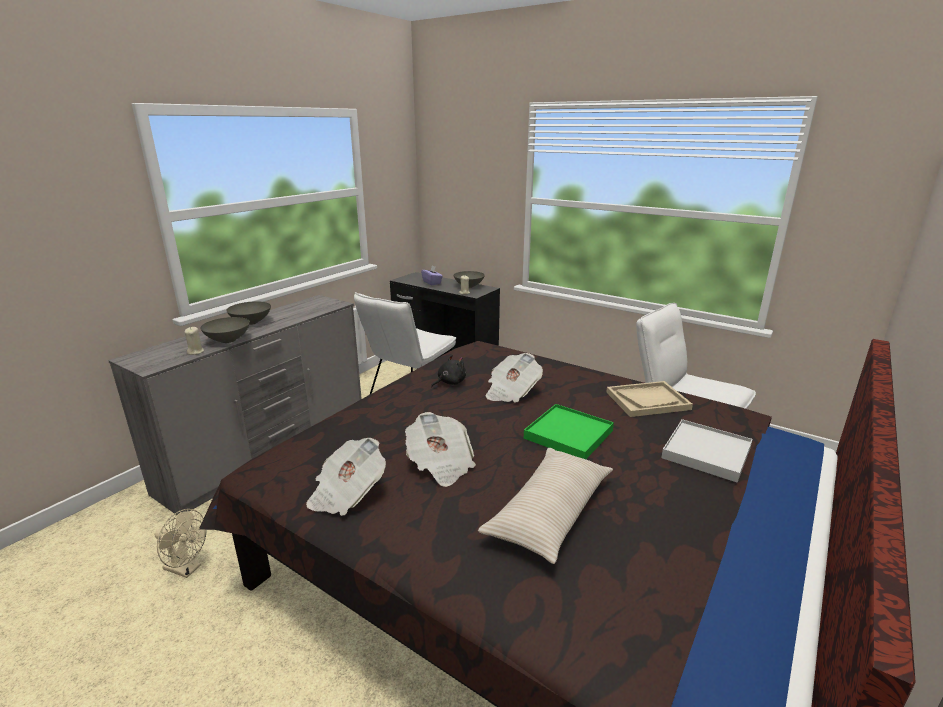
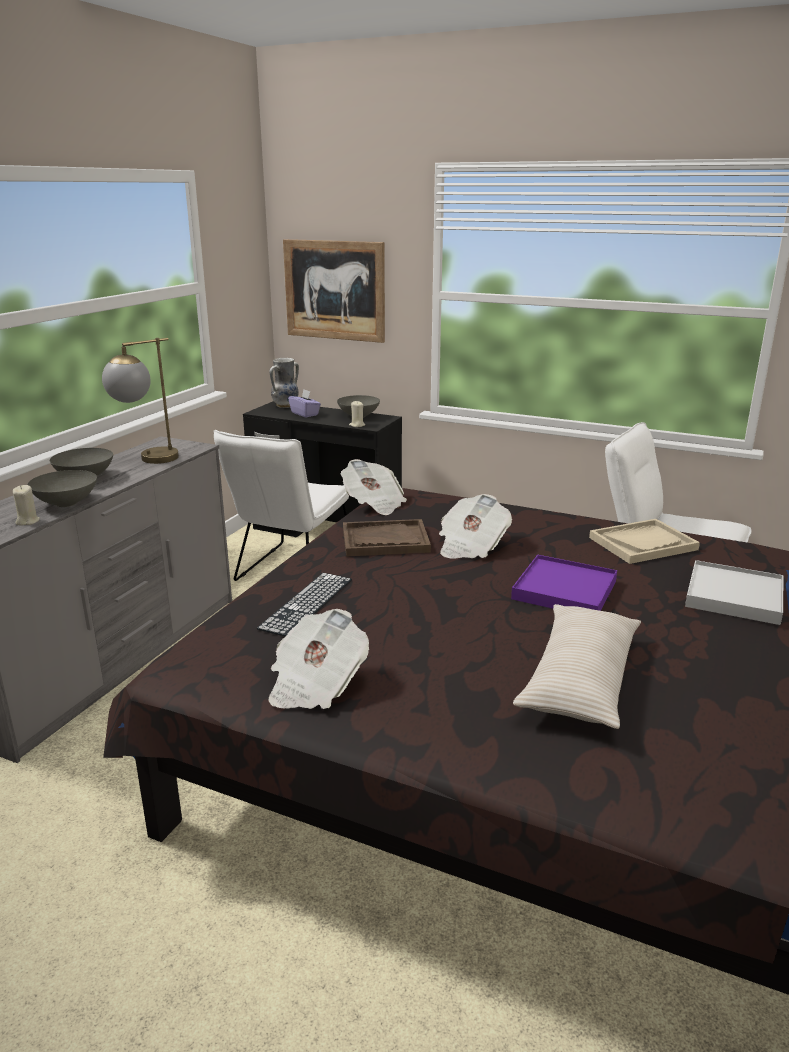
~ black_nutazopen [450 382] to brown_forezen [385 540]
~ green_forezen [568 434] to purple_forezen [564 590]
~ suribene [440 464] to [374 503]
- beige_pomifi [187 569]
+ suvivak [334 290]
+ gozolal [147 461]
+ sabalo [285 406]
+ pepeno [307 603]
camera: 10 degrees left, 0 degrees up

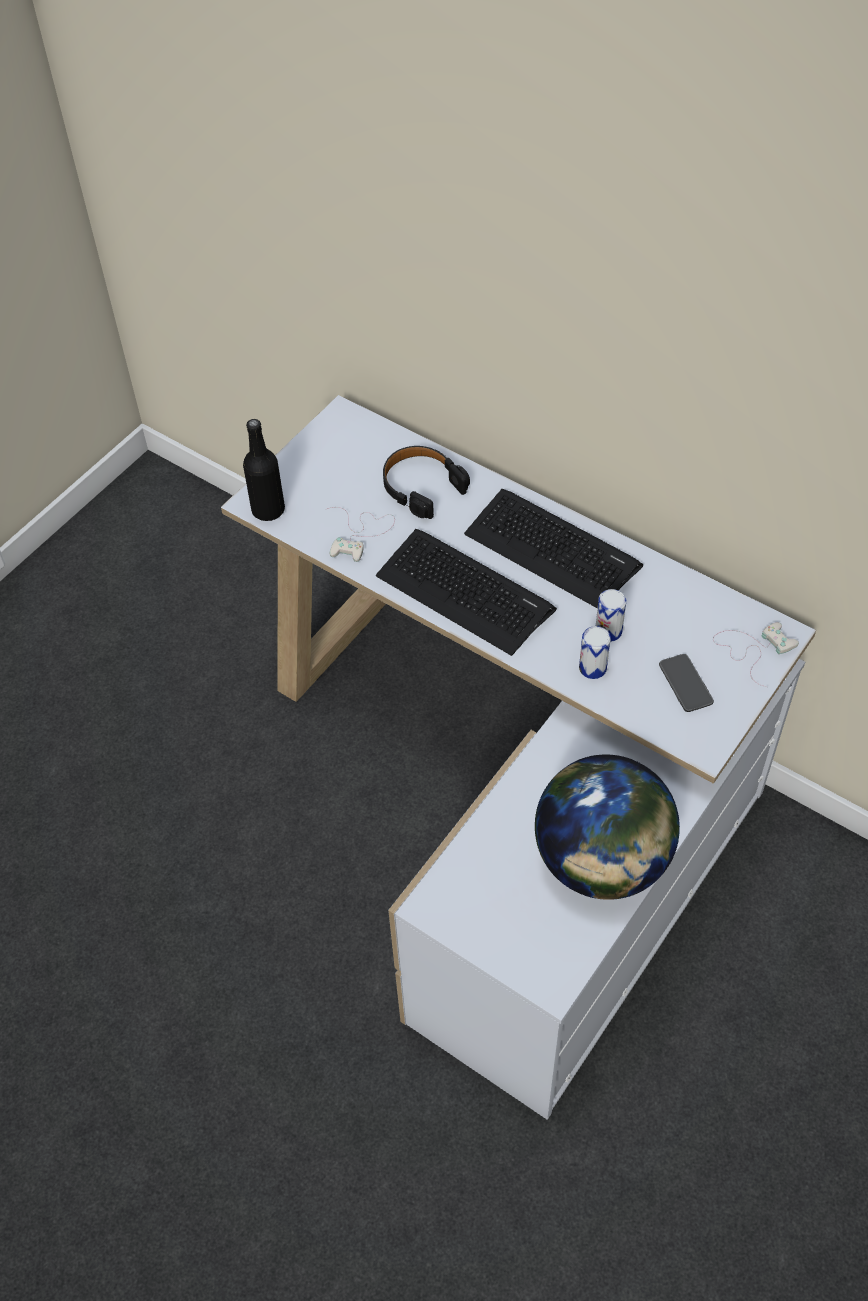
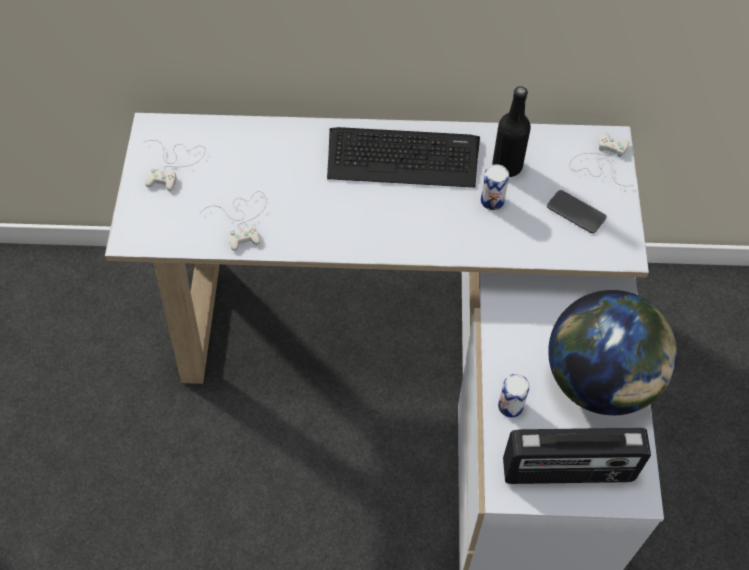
~ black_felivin [268 510] to [507 166]
- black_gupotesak [421 486]
- pepeno [464 592]
~ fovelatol [592 668] to [510 406]
+ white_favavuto [174 164]
+ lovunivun [568 472]
camera: 35 degrees left, 5 degrees up

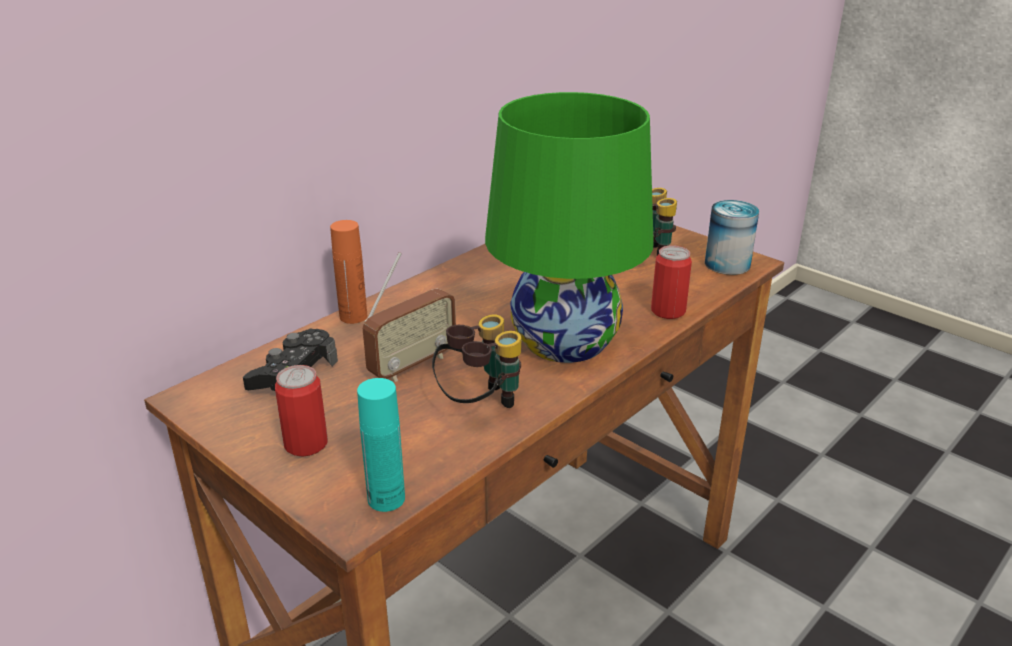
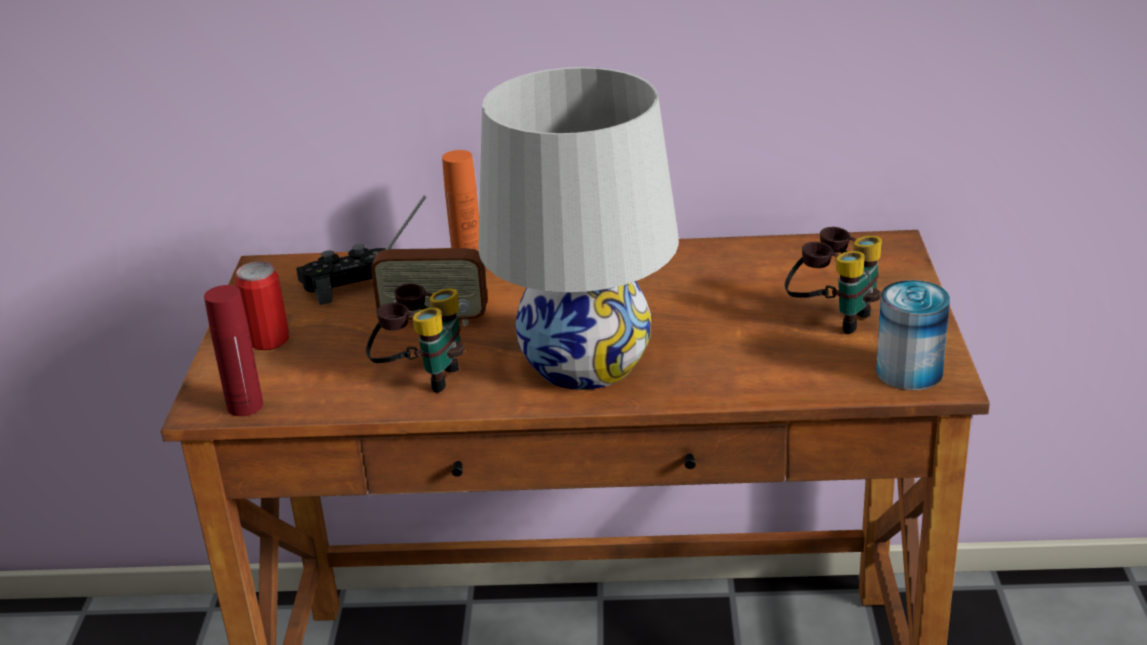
~ green_gozolal [565 341] to white_gozolal [586 363]
- fovelatol [668 311]
~ turquoise_felivin [386 499] to red_felivin [245 406]
camera: 50 degrees right, 0 degrees up

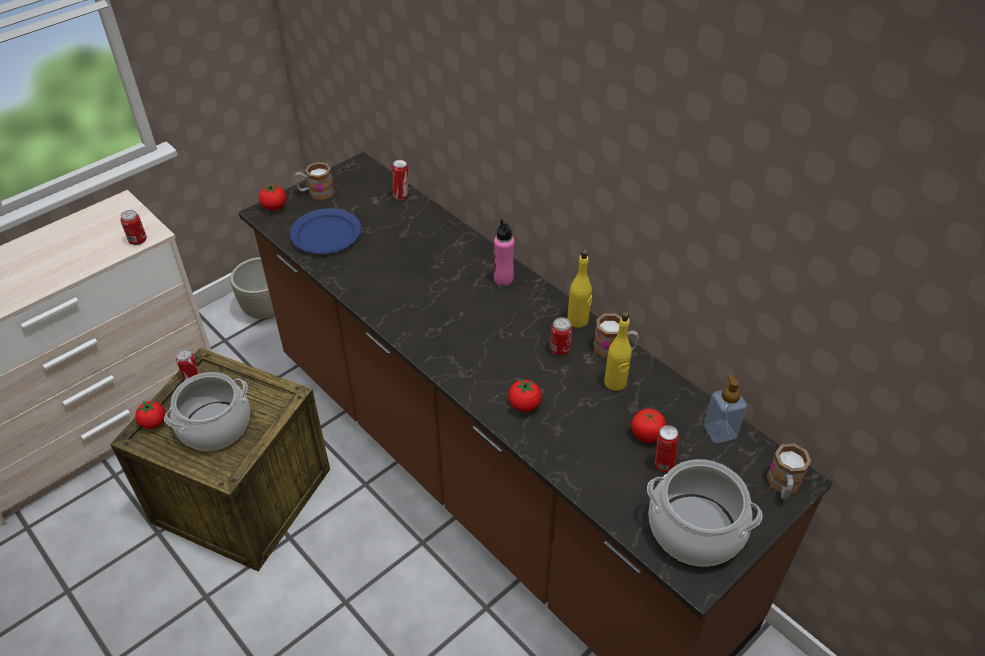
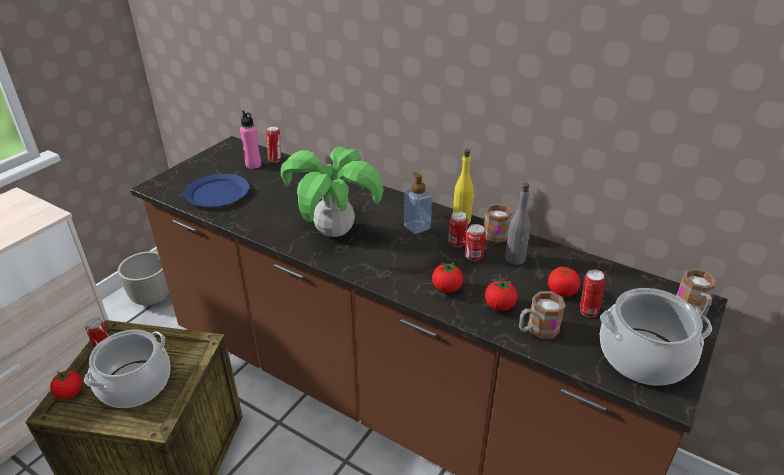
~ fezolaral [316 193] to [537 330]
~ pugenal [274 207] to [499 306]
~ fovelatol [138 240] to [473 256]
~ pink_felivin [503 279] to [253 165]
~ yellow_felivin [615 383] to grey_felivin [515 259]
~ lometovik [720 432] to [417 227]
+ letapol [335 232]
camera: 15 degrees left, 10 degrees down

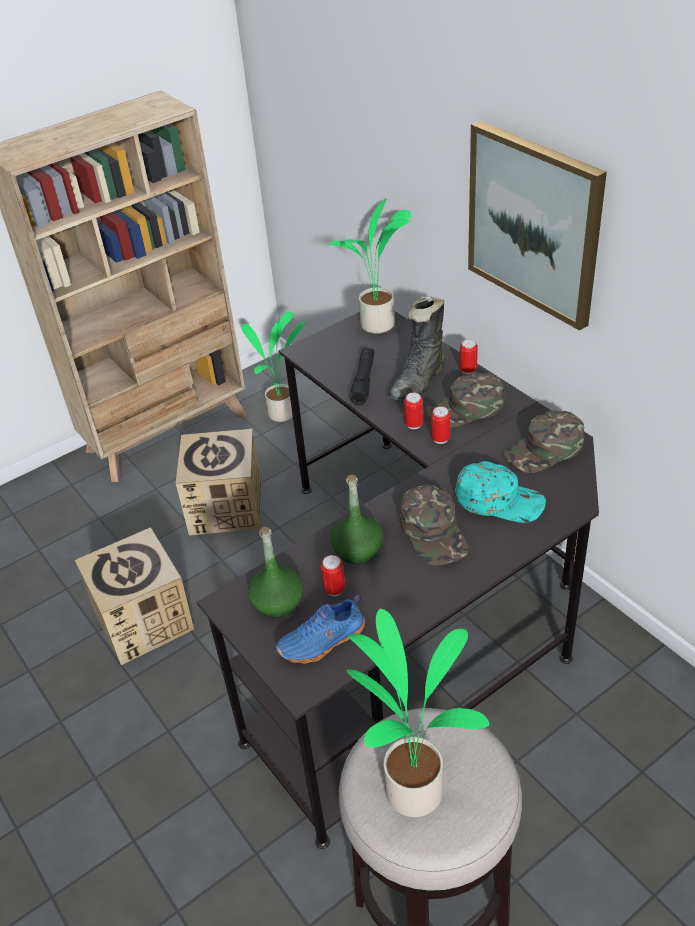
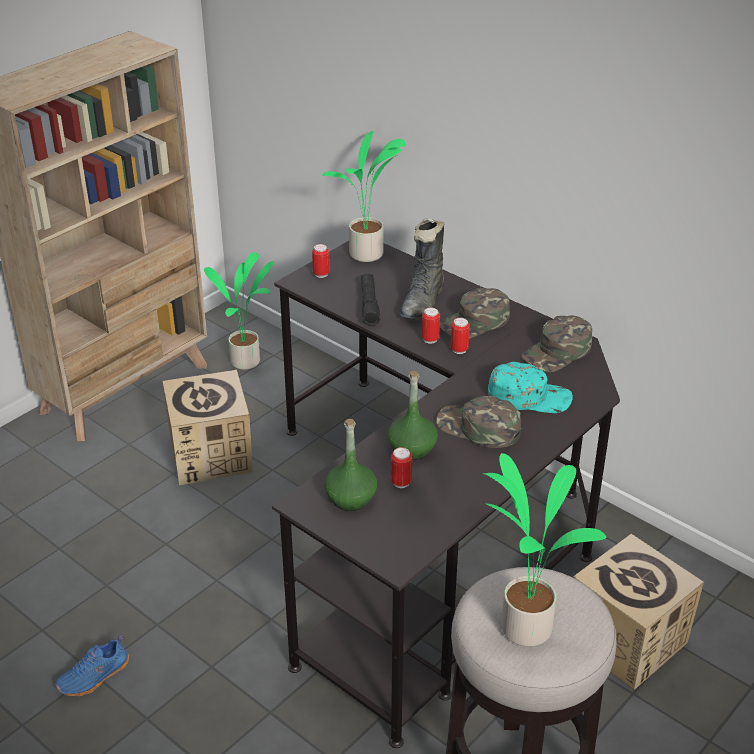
- suvivak [534 223]
~ fovelatol [468 370] to [321 274]
~ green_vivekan [434 532] = [478 428] 150 degrees clockwise
~ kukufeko [144 620] to [627 640]
~ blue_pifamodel [323 642] to [94 677]
camera: 15 degrees left, 5 degrees down

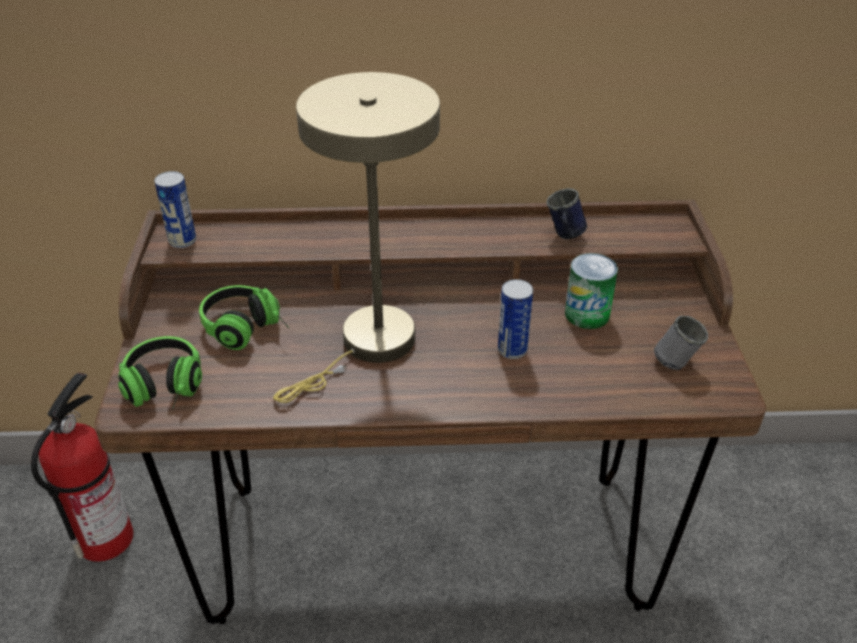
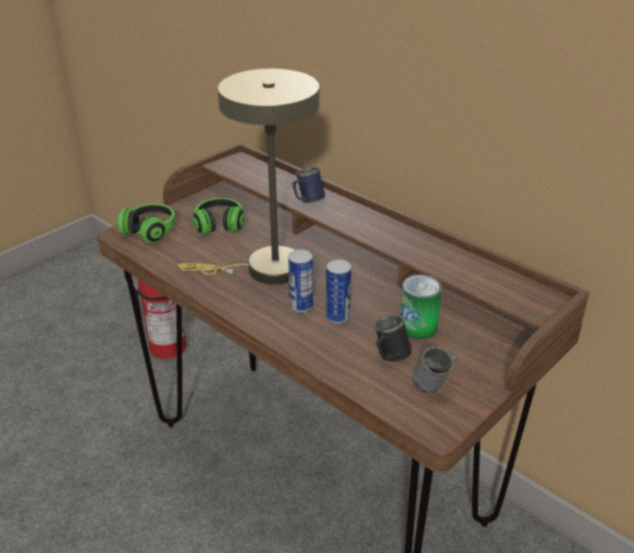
~ fovelatol [182 241] to [301 307]
~ blue_fezolaral [564 236] to [307 201]
+ black_fezolaral [389 357]
camera: 45 degrees right, 5 degrees down

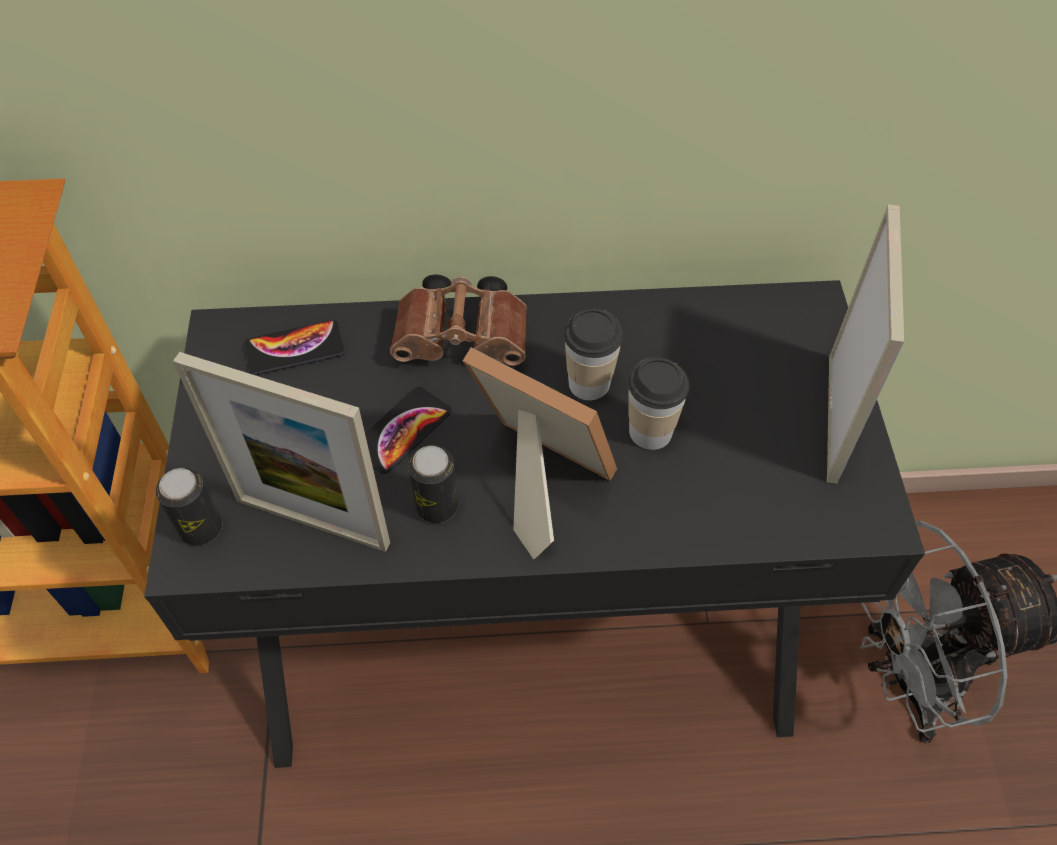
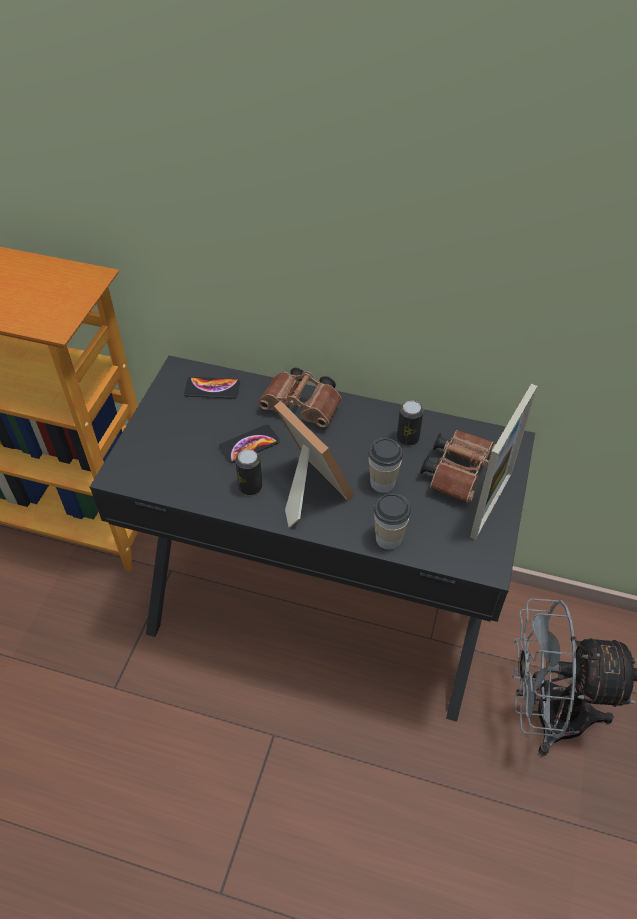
~ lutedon [589 383] to [389 538]
- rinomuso [312 521]
~ fovelatol [201 528] to [408 438]
+ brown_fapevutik [458 471]
camera: 20 degrees right, 5 degrees down

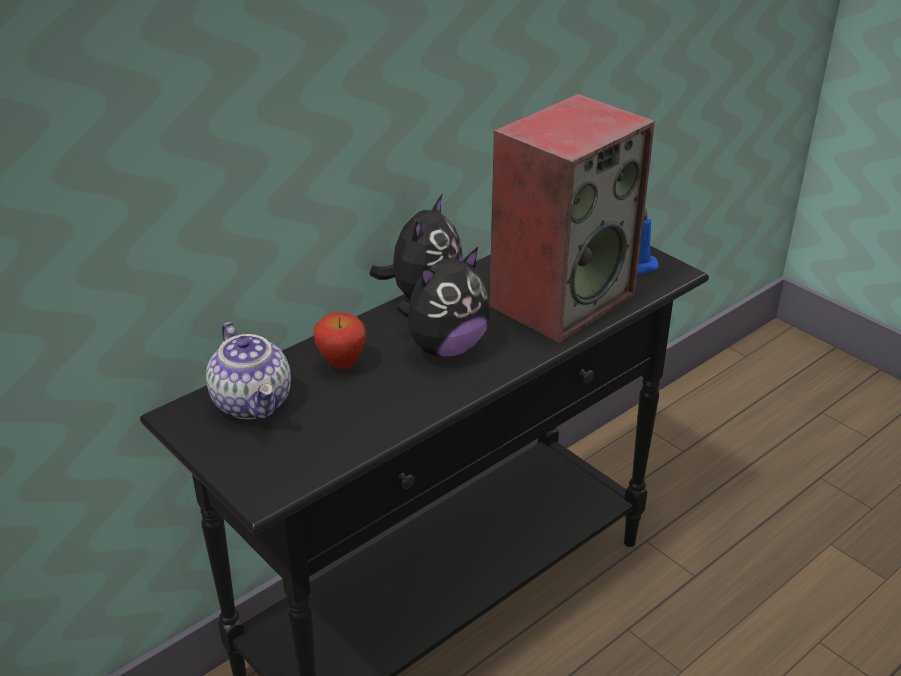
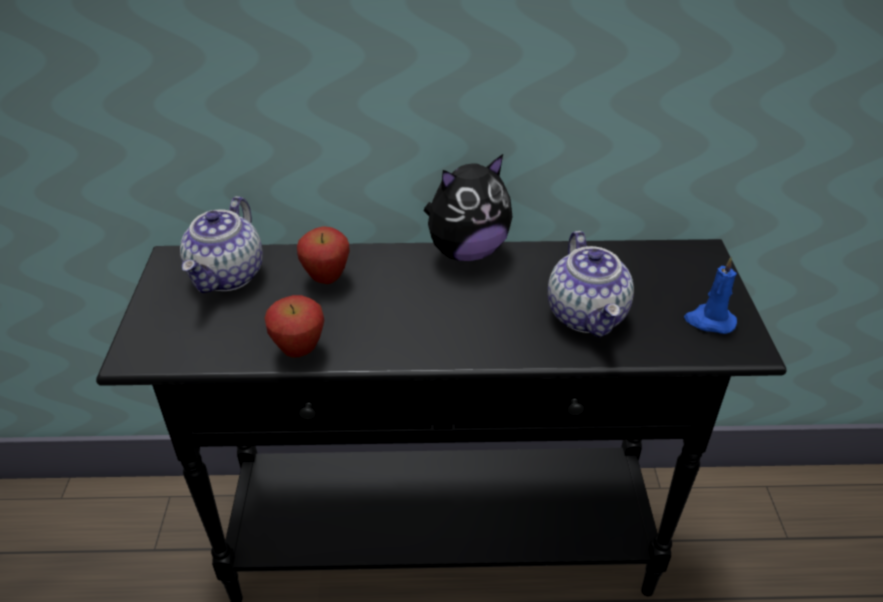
~ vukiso [562 299] to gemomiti [587 315]
- nutazopen [445 347]
+ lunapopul [299 351]
camera: 40 degrees right, 5 degrees up

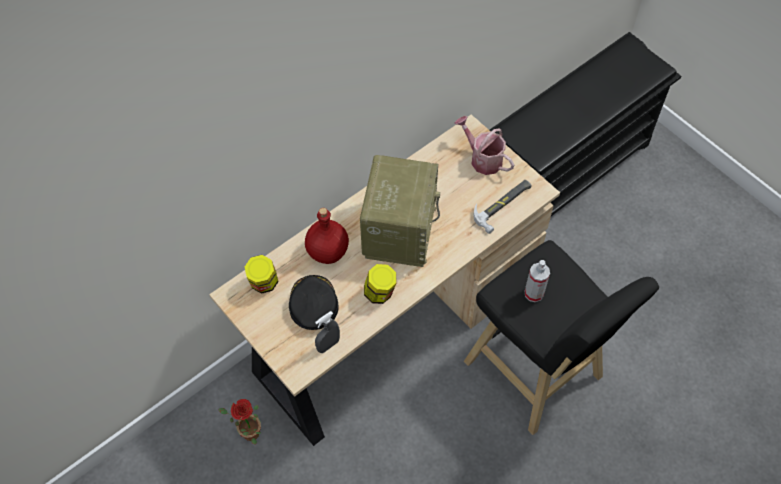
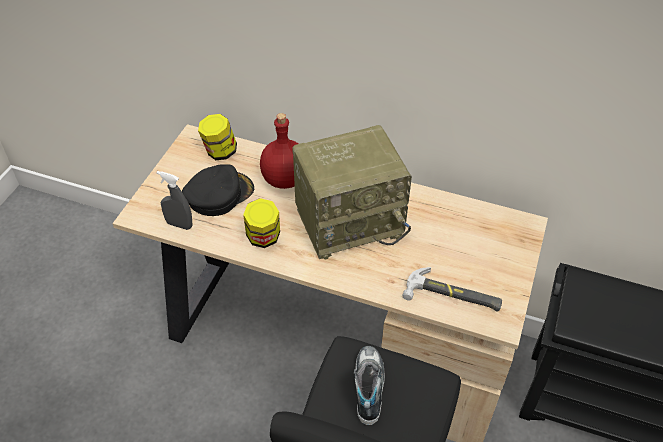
- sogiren [482 158]
~ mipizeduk [534 293] to pifamodel [368 387]
- letapol [247 433]
camera: 60 degrees right, 10 degrees down

